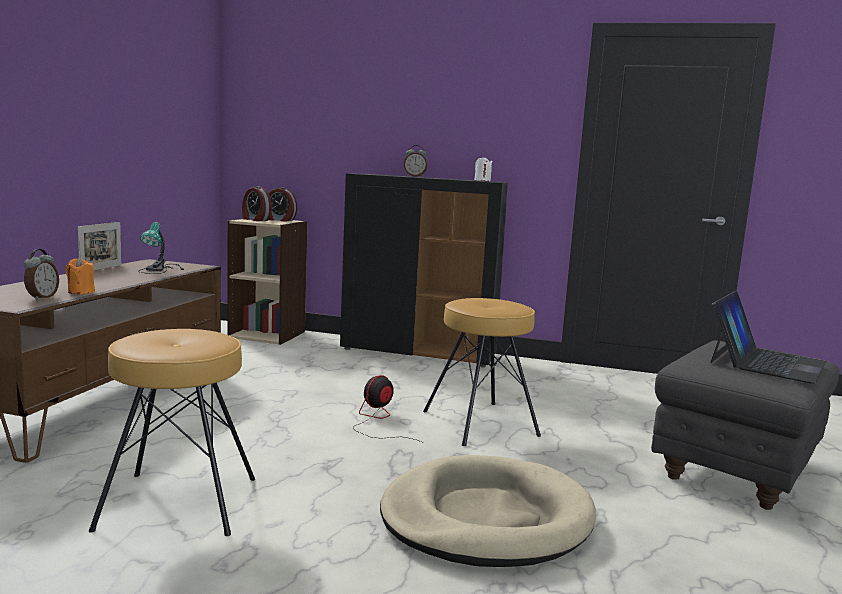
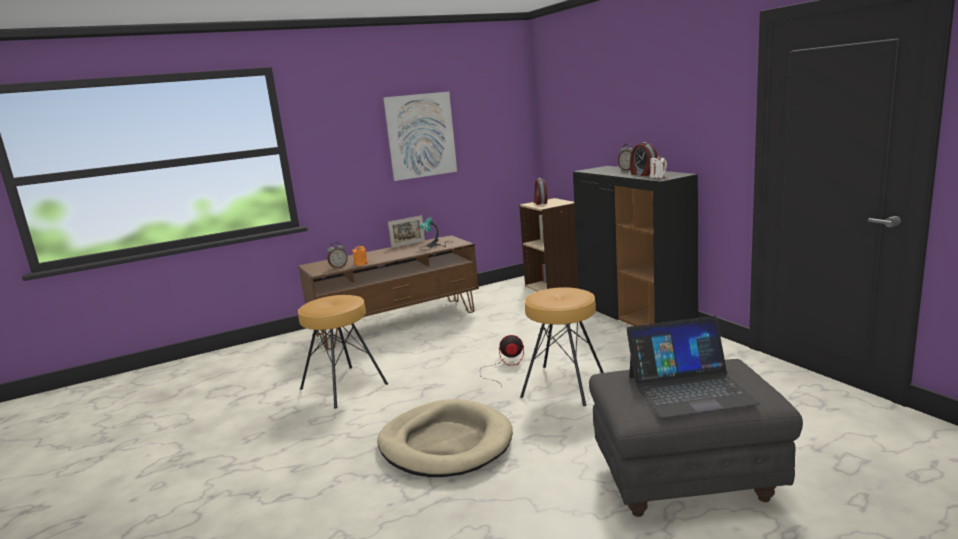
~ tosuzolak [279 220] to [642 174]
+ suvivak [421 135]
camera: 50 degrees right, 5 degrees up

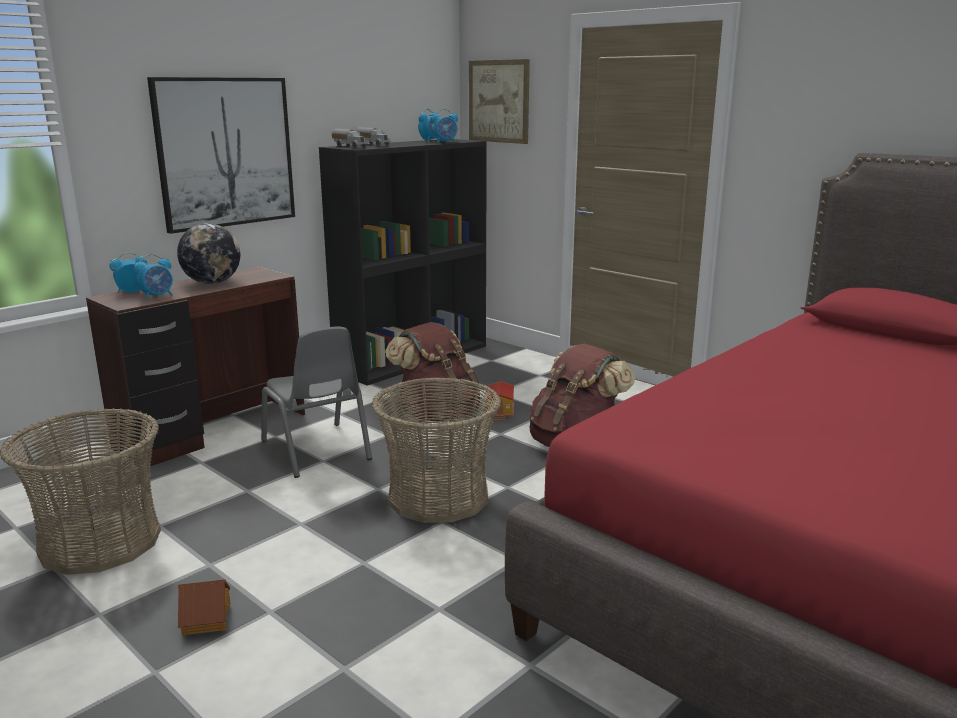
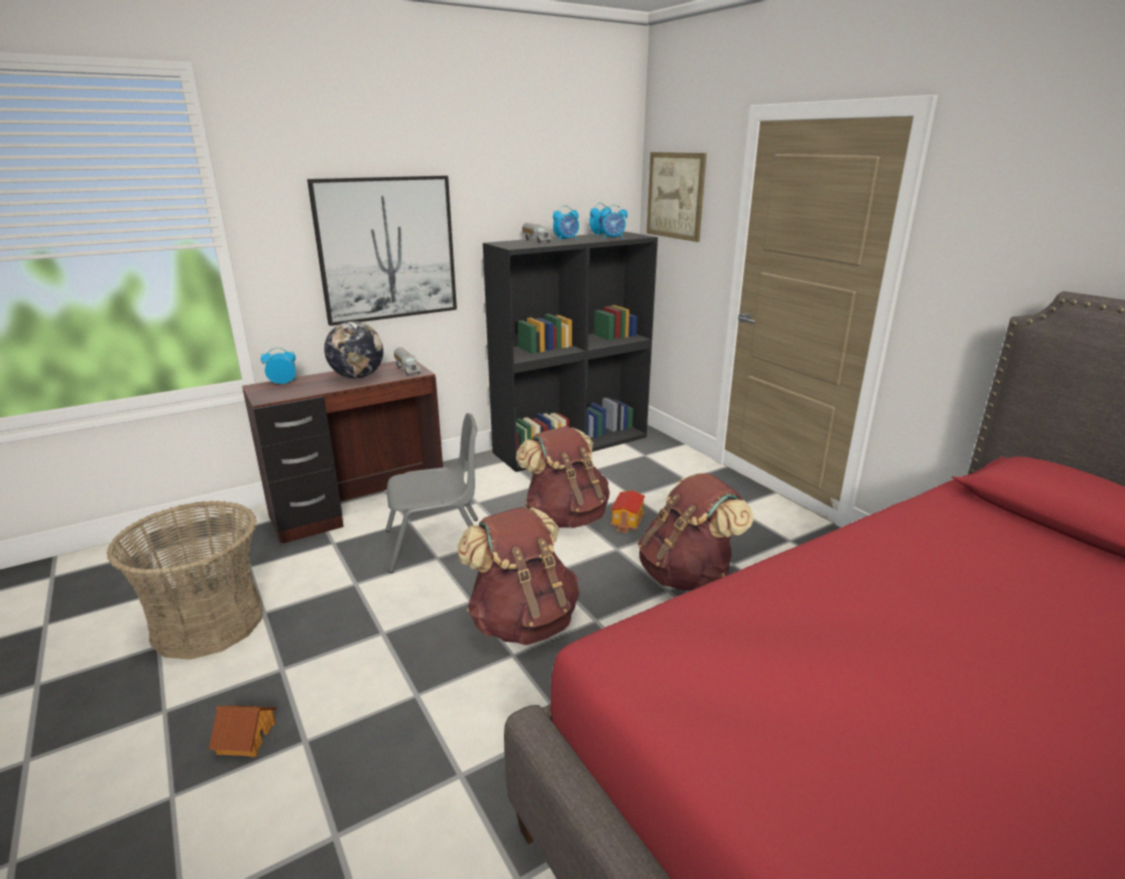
~ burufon [350 147] to [408 369]
~ tosuzolak [157 296] to [566 240]
~ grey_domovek [316 450] = [437 544] 90 degrees counterclockwise
~ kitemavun [438 497] to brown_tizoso [522 621]
camera: 15 degrees right, 5 degrees up

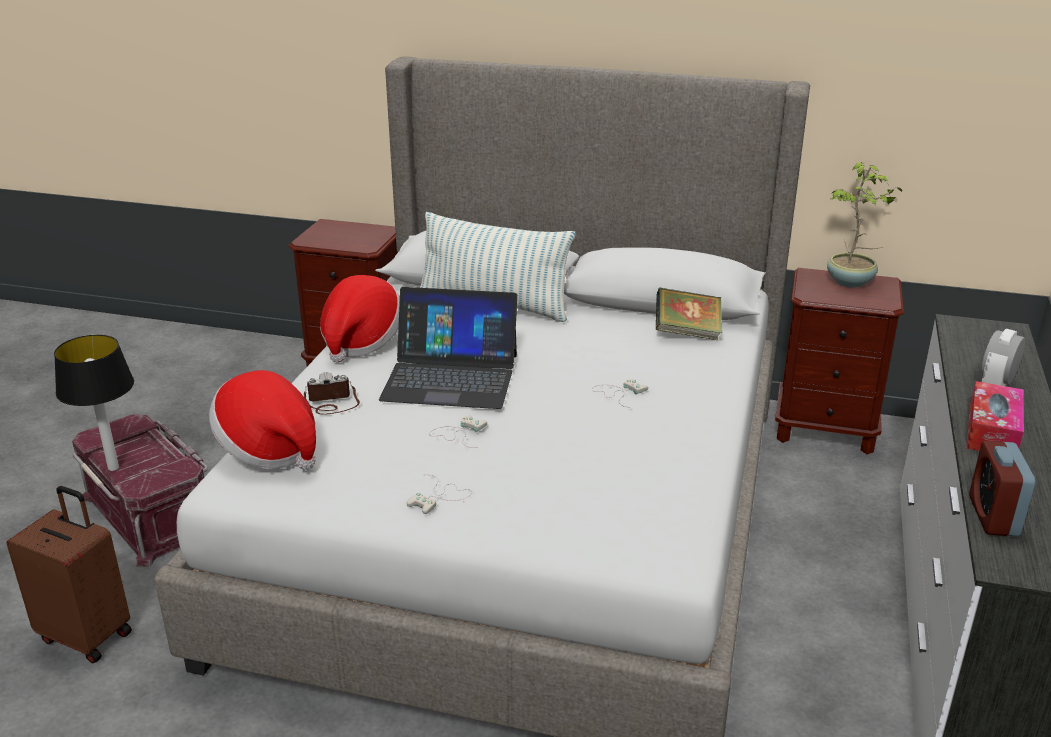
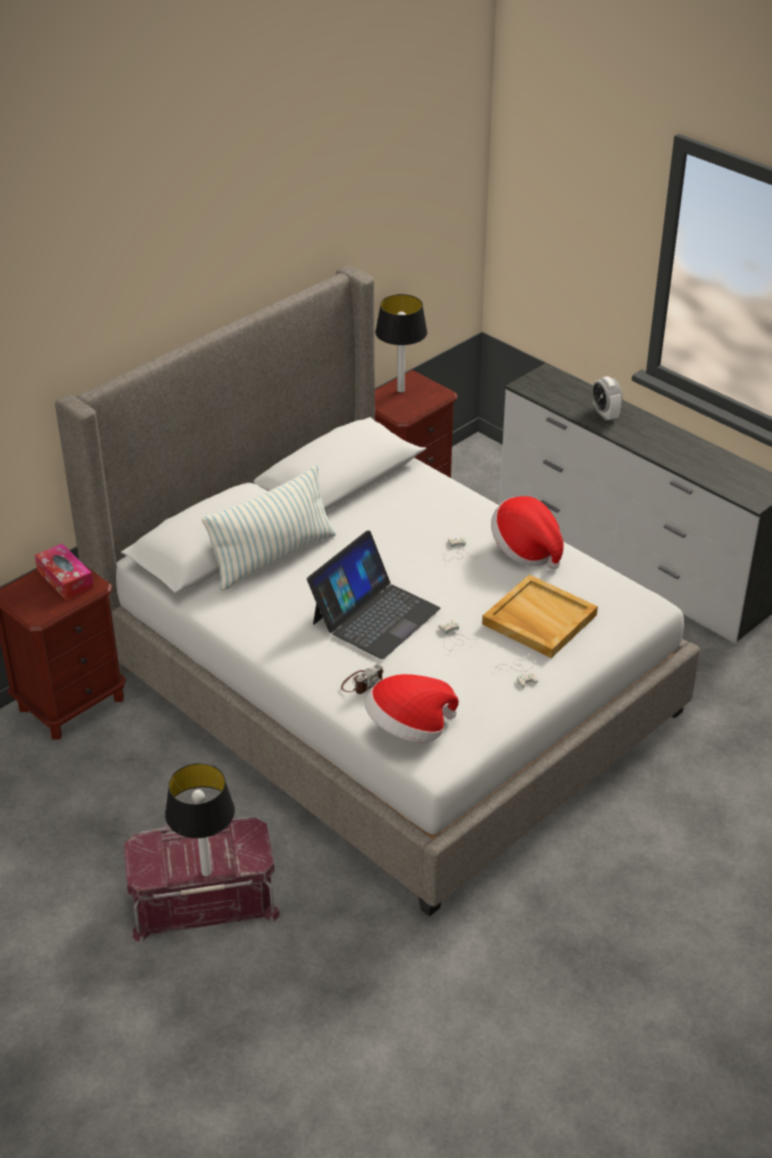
~ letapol [851 282] to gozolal [400 390]
~ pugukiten [361 341] to [526 550]
- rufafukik [687 333]
~ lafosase [332 403] = [363 683] 150 degrees counterclockwise
~ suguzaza [992 431] to [65 579]
- tosuzolak [993 516]
- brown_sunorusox [87 635]
+ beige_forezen [538 619]
camera: 60 degrees left, 10 degrees up

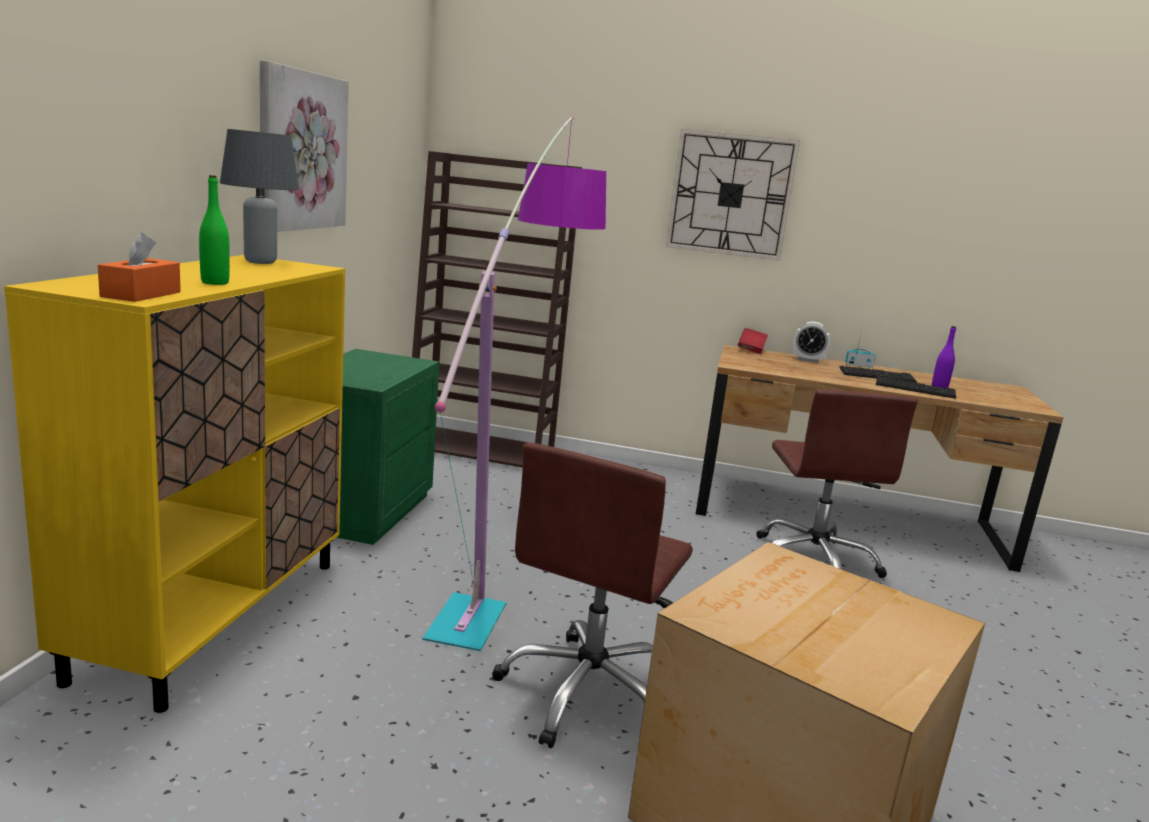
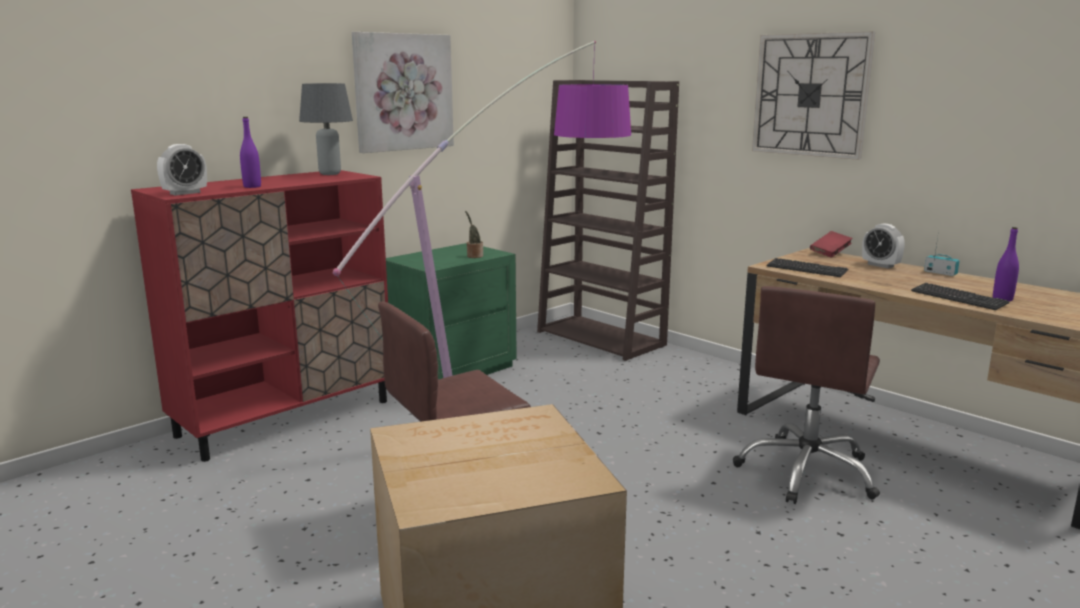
~ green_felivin [215 282] to purple_felivin [252 186]
~ orange_suguzaza [141 294] to tosuzolak [185 193]
~ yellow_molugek [214 616] to red_molugek [286 418]
~ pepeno [877 376] to [806 269]
+ letapol [474 256]
camera: 35 degrees right, 0 degrees up

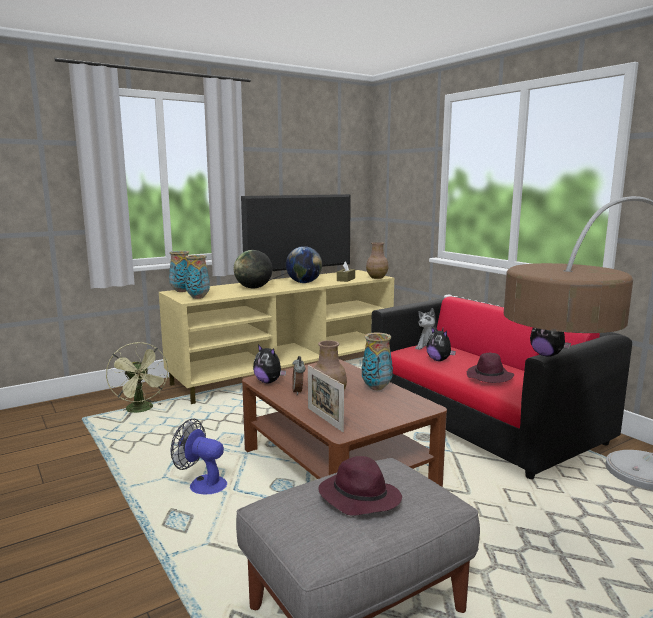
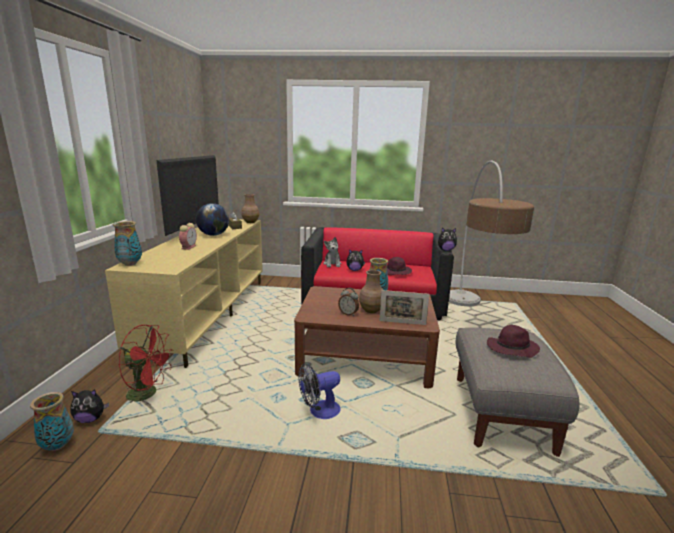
~ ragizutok [253 288] to tosuzolak [189 247]
~ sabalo [198 297] to [58 445]
~ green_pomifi [142 410] to red_pomifi [148 393]
~ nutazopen [269 382] to [90 419]
camera: 50 degrees left, 5 degrees up

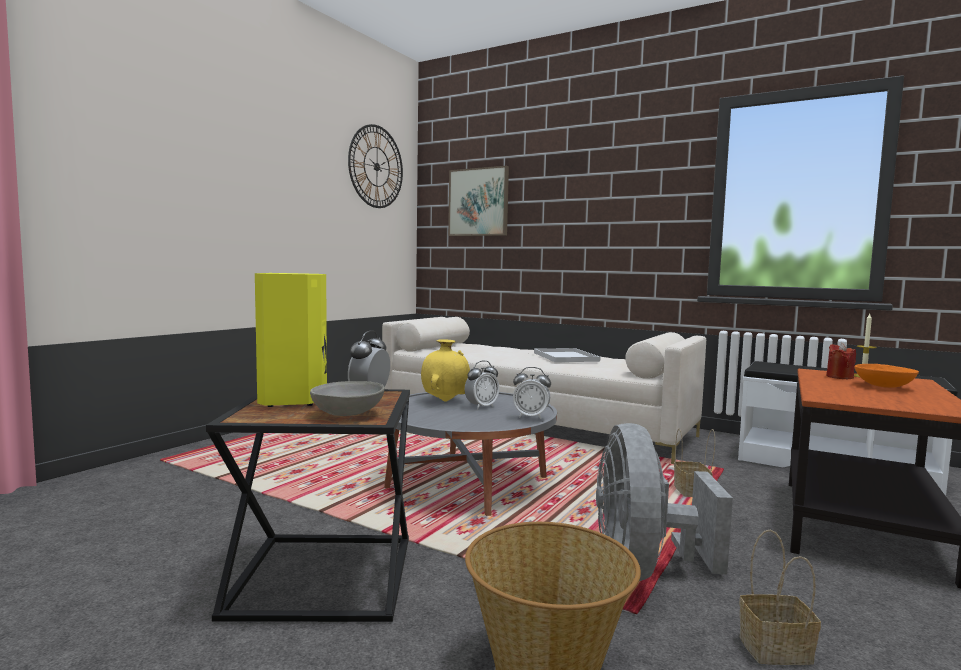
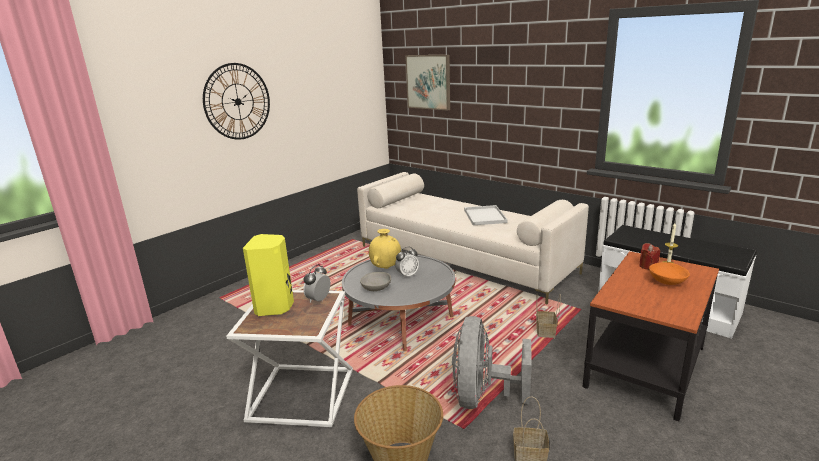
~ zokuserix [376 167] to [237 101]
- tosuzolak [531 416]
~ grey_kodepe [348 414] to [376 288]
~ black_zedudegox [327 575] to white_zedudegox [304 394]
camera: 10 degrees right, 15 degrees up

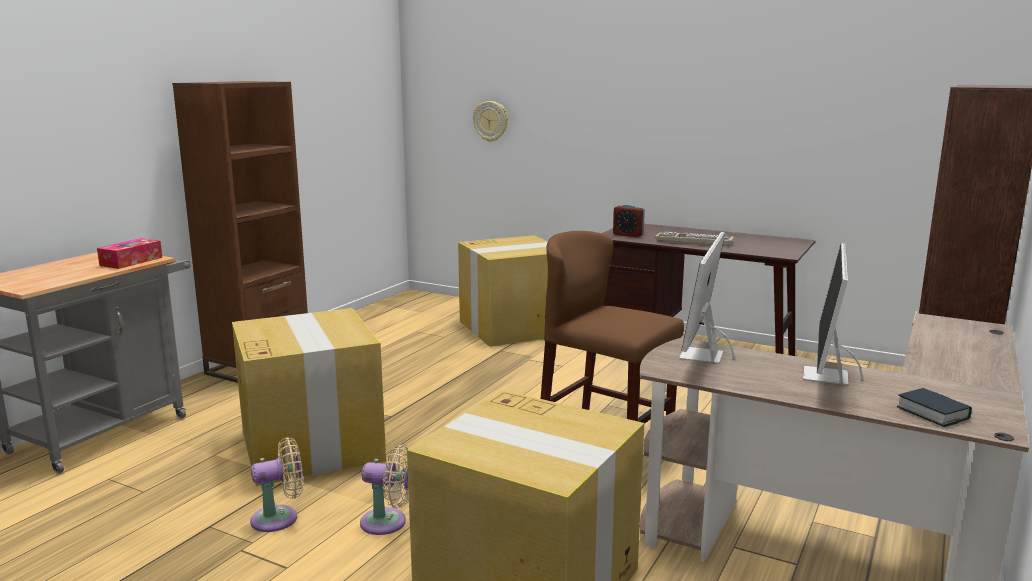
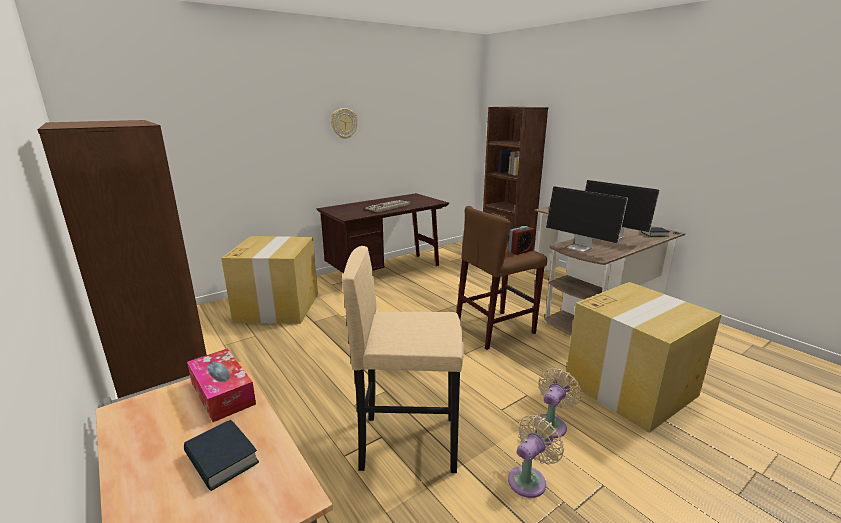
~ zokuserix [491 121] to [344 123]
~ tosuzolak [628 235] to [520 251]
~ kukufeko [311 445] to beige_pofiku [409 442]
~ beige_pomifi [279 518] = [529 479] 45 degrees clockwise
+ rufafukik [222 459]
camera: 65 degrees left, 5 degrees up

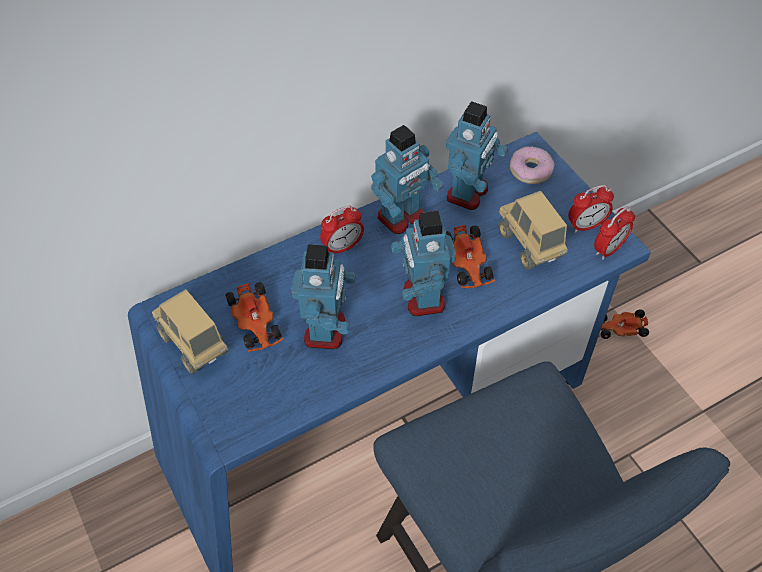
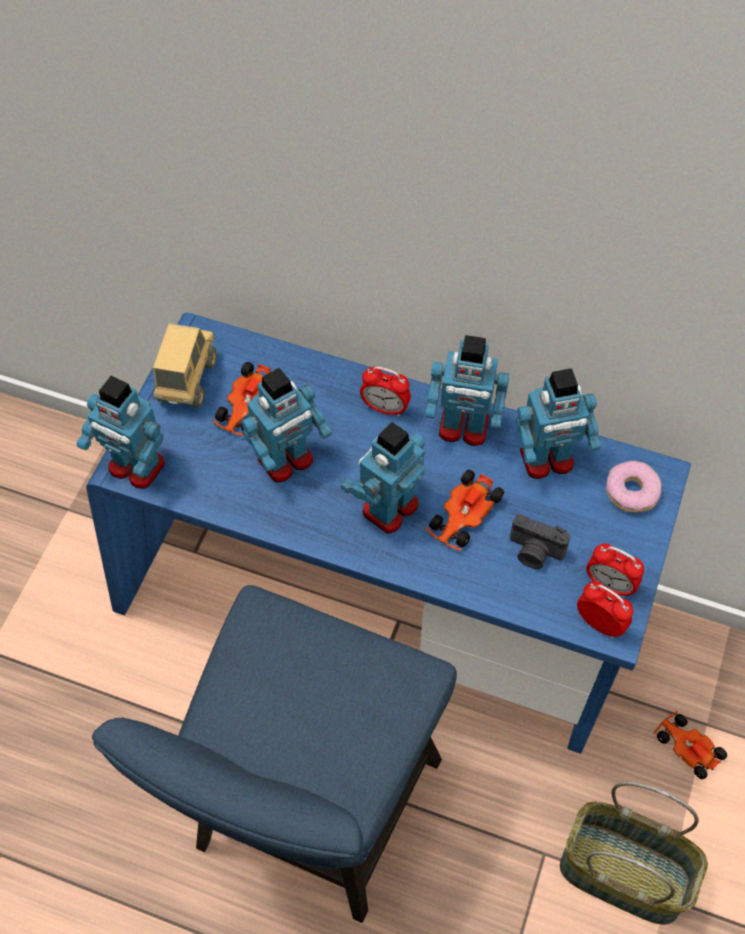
~ burufon [529 246] to lafosase [534 552]
~ tosuzolak [609 249] = [599 623] 150 degrees counterclockwise
+ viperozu [135 467]
+ kitemavun [625 872]
camera: 50 degrees right, 5 degrees up

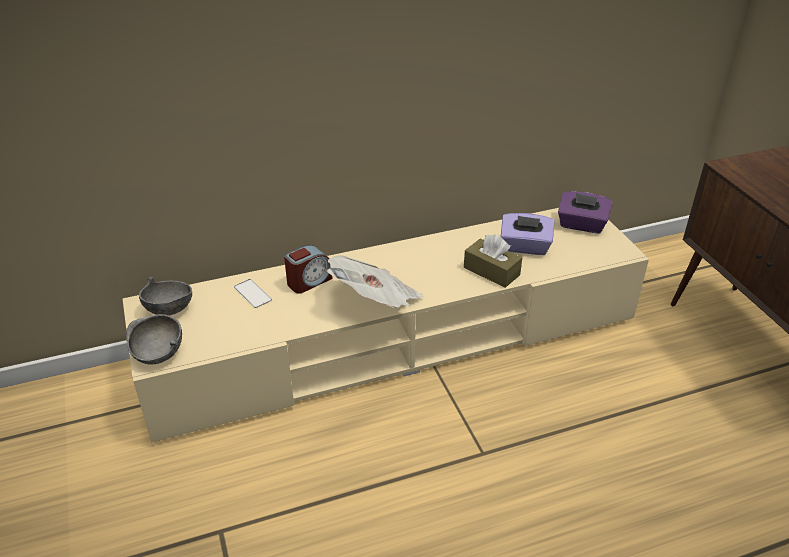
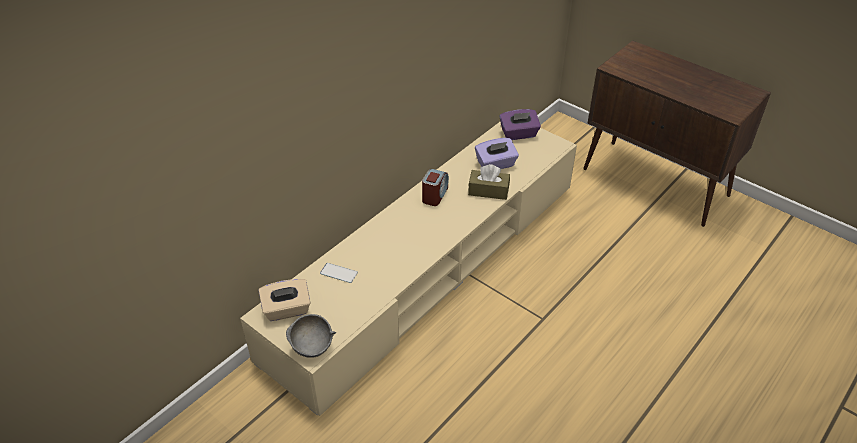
~ tosuzolak [309 281] to [435 195]
- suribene [376 301]
~ grey_kodepe [170 309] to beige_suguzaza [287 310]
camera: 30 degrees left, 5 degrees up

